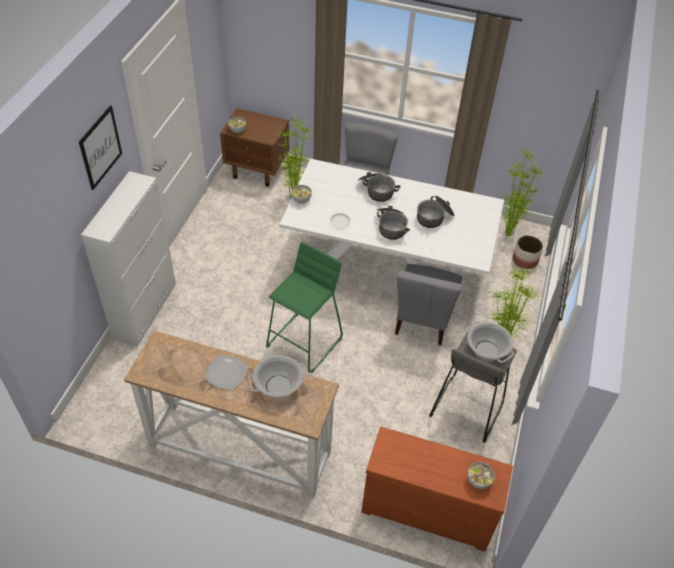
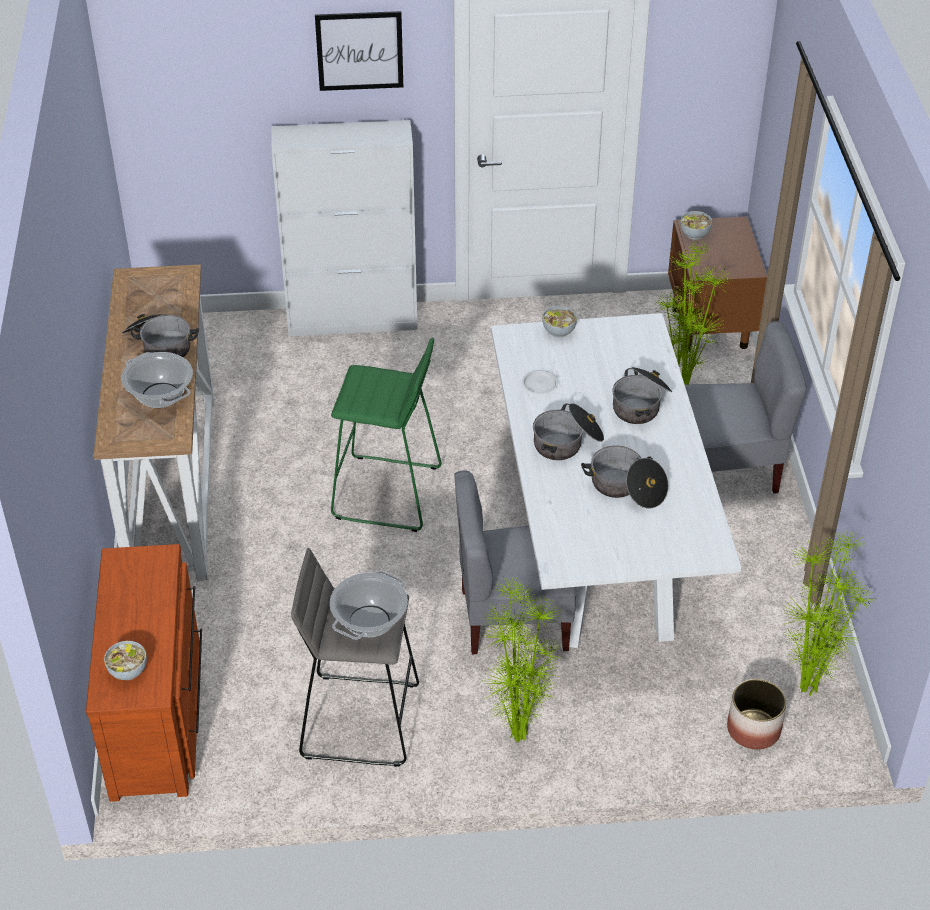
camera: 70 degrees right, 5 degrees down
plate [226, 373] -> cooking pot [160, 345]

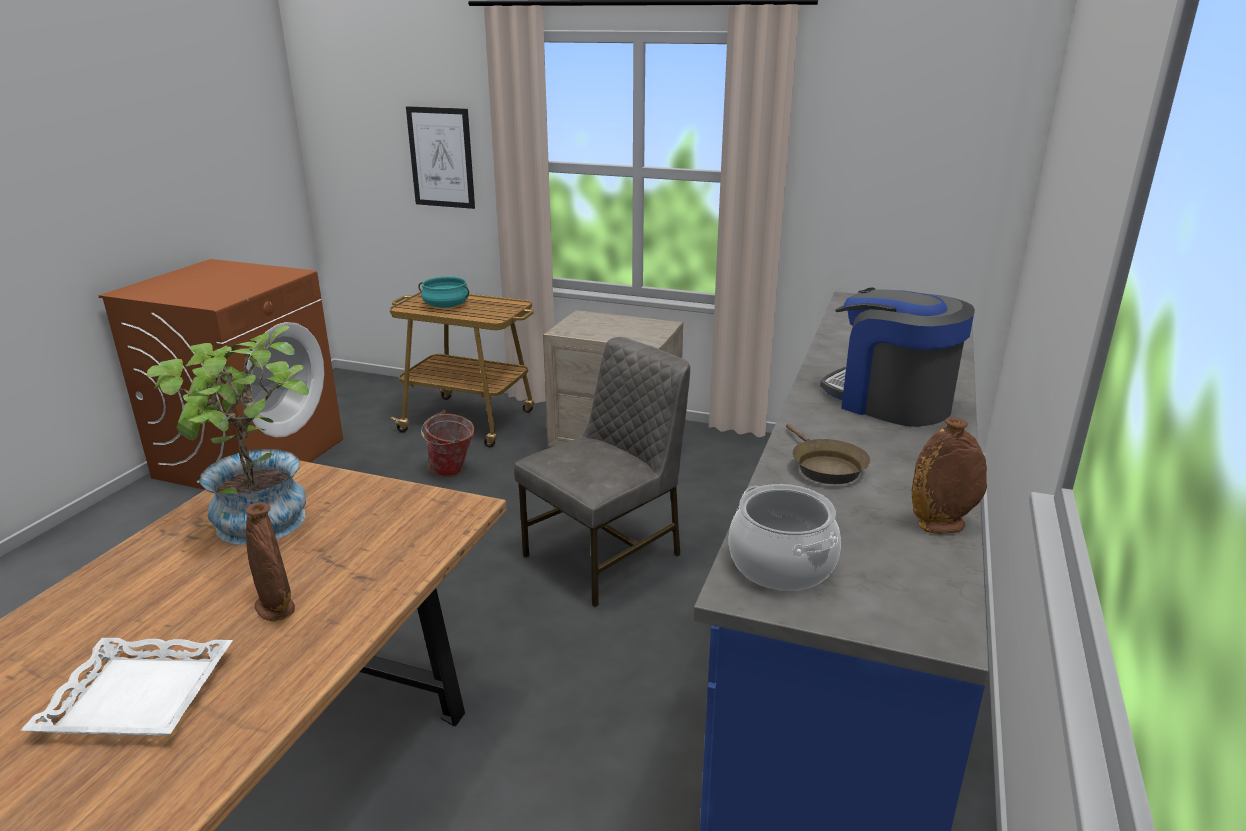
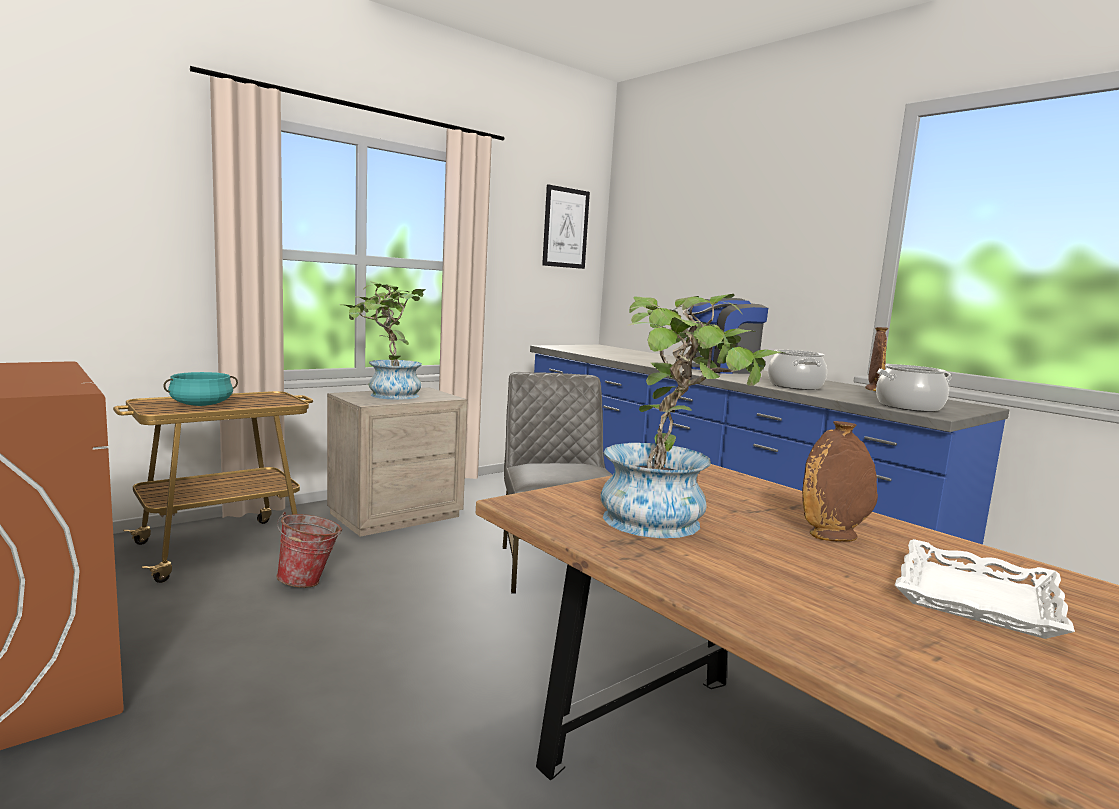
camera: 60 degrees left, 15 degrees down
wall art [441, 157] -> wall art [565, 228], moved
frying pan (brownish) [824, 467] -> cooking pot [795, 386]
none -> potted plant [387, 395]

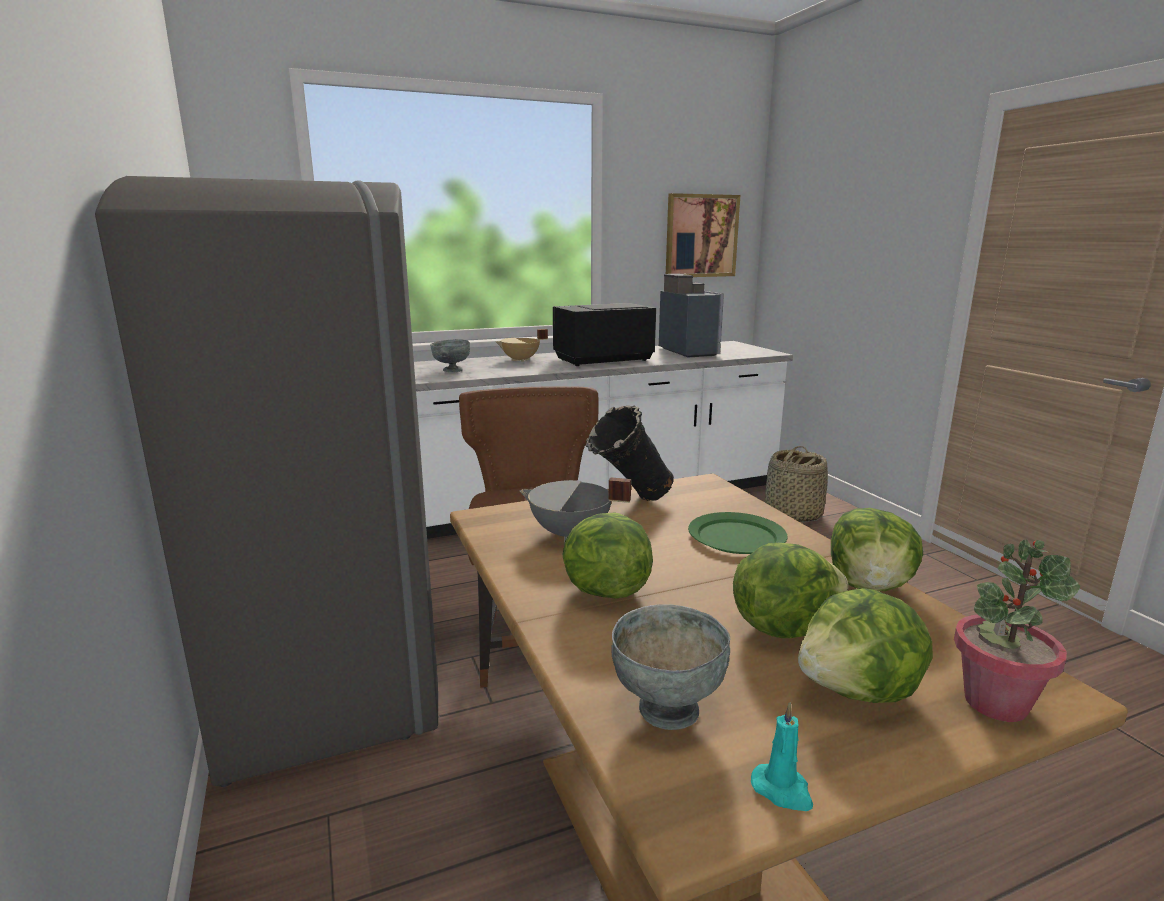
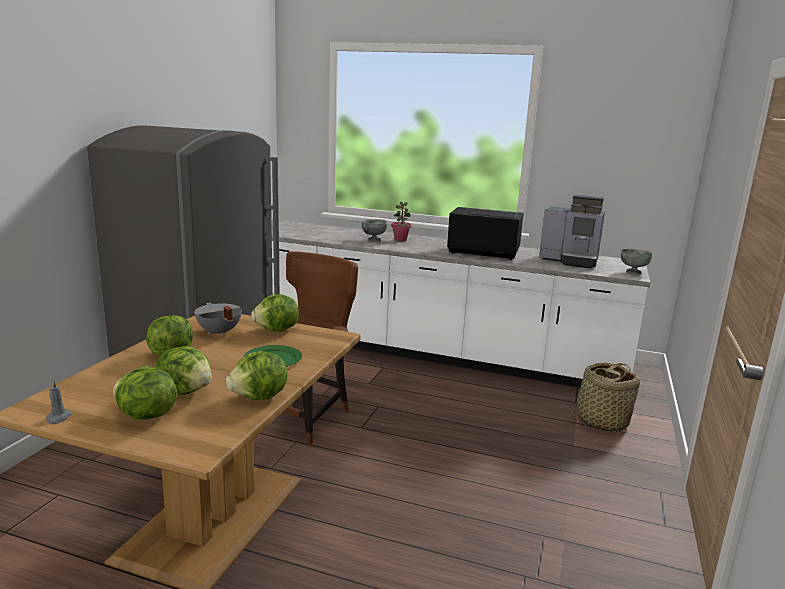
camera: 40 degrees right, 0 degrees up
wall art [701, 236] -> none
coffee brewer [690, 351] -> coffee brewer [571, 261], 90 degrees clockwise
cooking pot (sand-coloured) [521, 360] -> none
vase (blackish) [628, 503] -> lettuce [277, 330]
potted plant [995, 703] -> potted plant [400, 239], moved
deep dish (grey) [666, 709] -> deep dish (grey) [633, 272], moved
wax light (turquoise-coloured) [783, 790] -> wax light (grey) [58, 418]

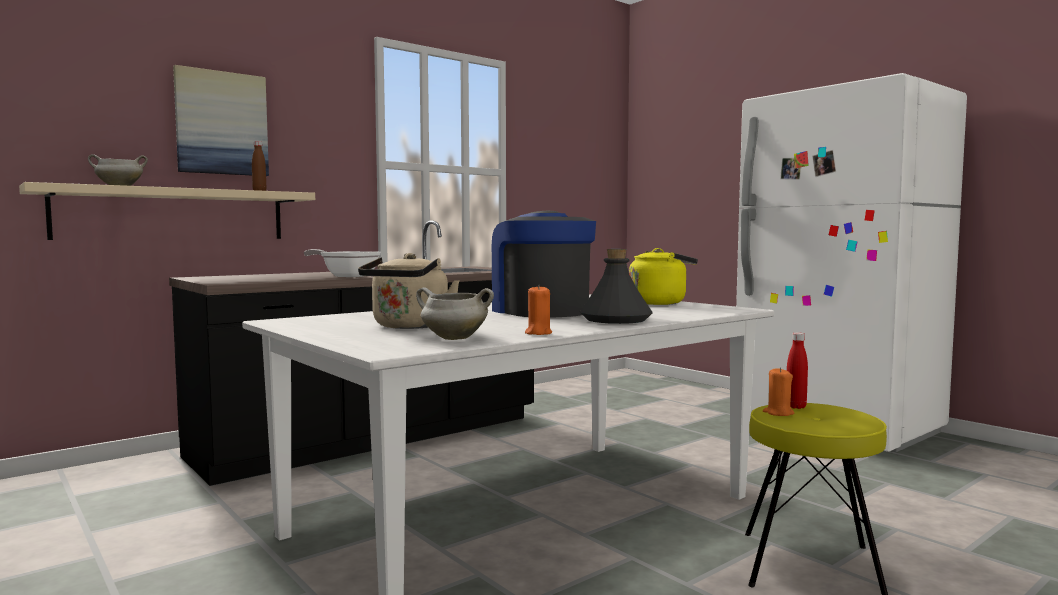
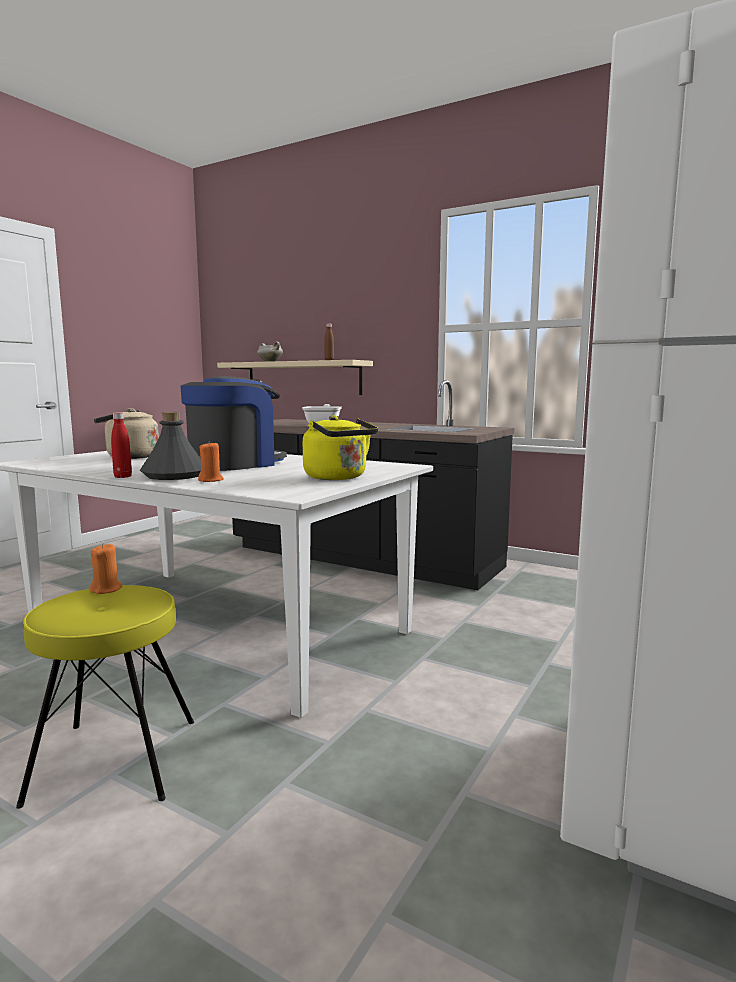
camera: 70 degrees right, 5 degrees up
wall art [221, 123] -> none
wax light (orange) [538, 333] -> wax light (orange) [211, 480], moved
cooking pot (whitish) [453, 339] -> none
beverage bottle (red-coloured) [795, 406] -> beverage bottle (red-coloured) [123, 477], moved

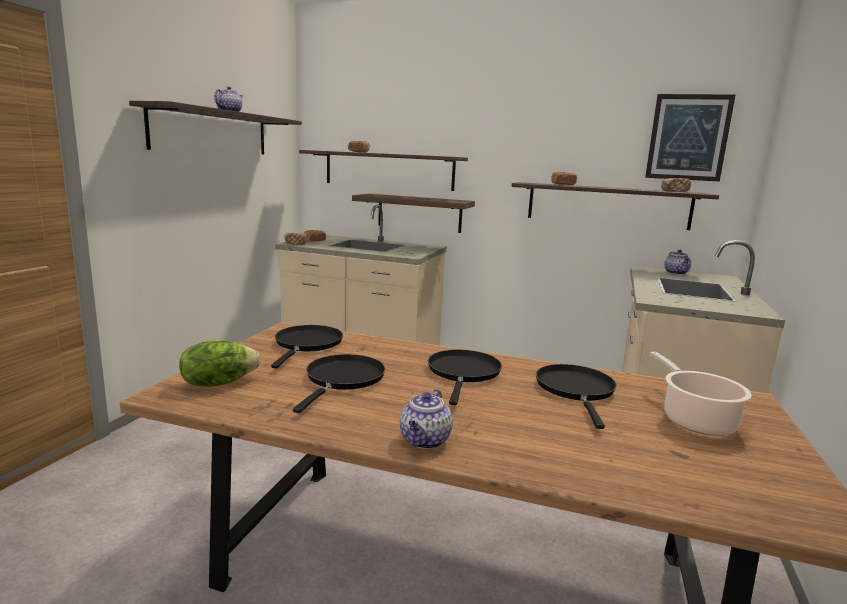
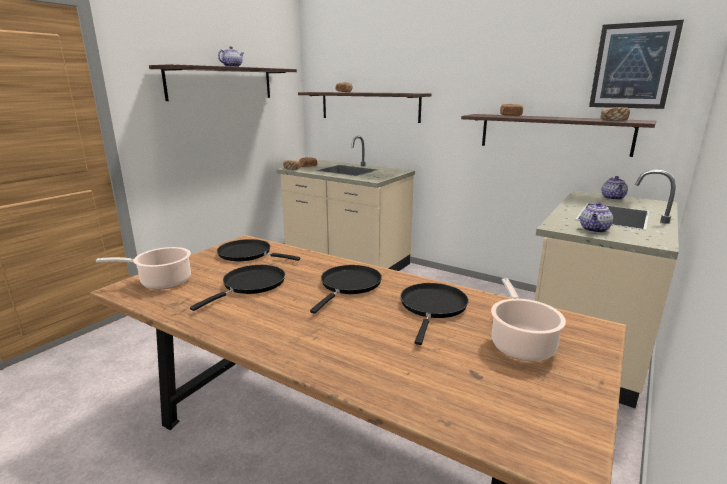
camera: 15 degrees right, 5 degrees up
bracket shelf [419, 213] -> none
frying pan (blackish) [307, 344] -> frying pan (blackish) [248, 254], 90 degrees counterclockwise
lettuce [218, 383] -> cooking pot [162, 282]
tea pot [425, 441] -> tea pot [594, 230], moved

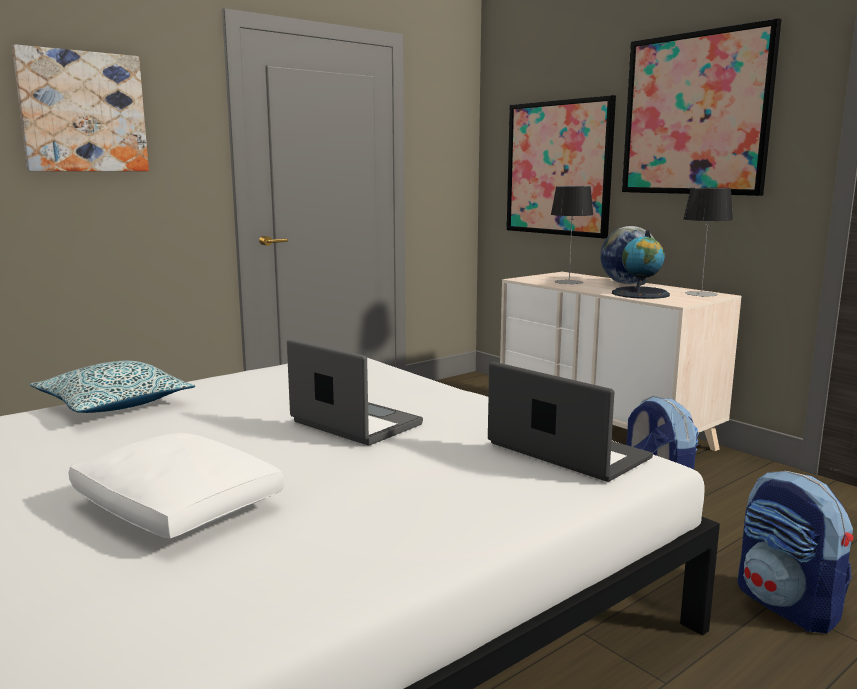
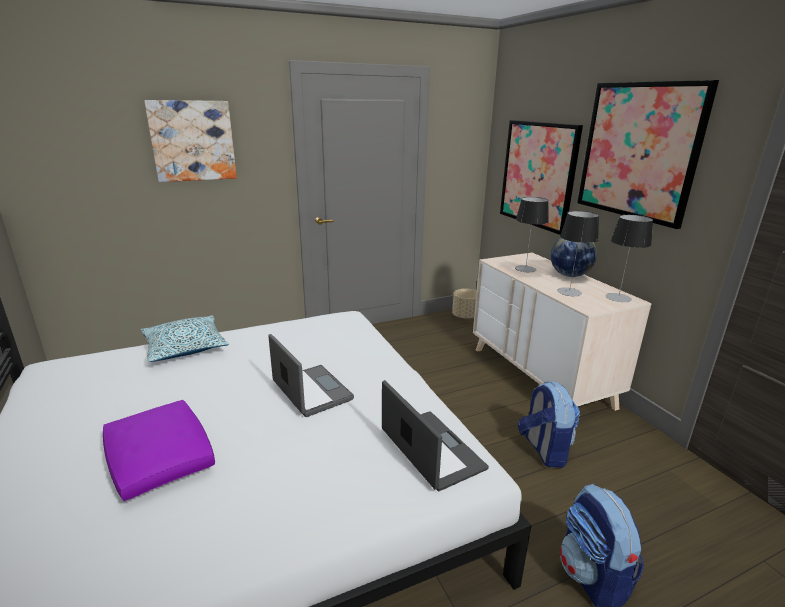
camera: 15 degrees right, 10 degrees up
desk globe [640, 294] -> table lamp [569, 292]
pillow (whitish) [176, 506] -> pillow (purplish) [160, 458]
none -> plant pot (sand-coloured) [465, 316]

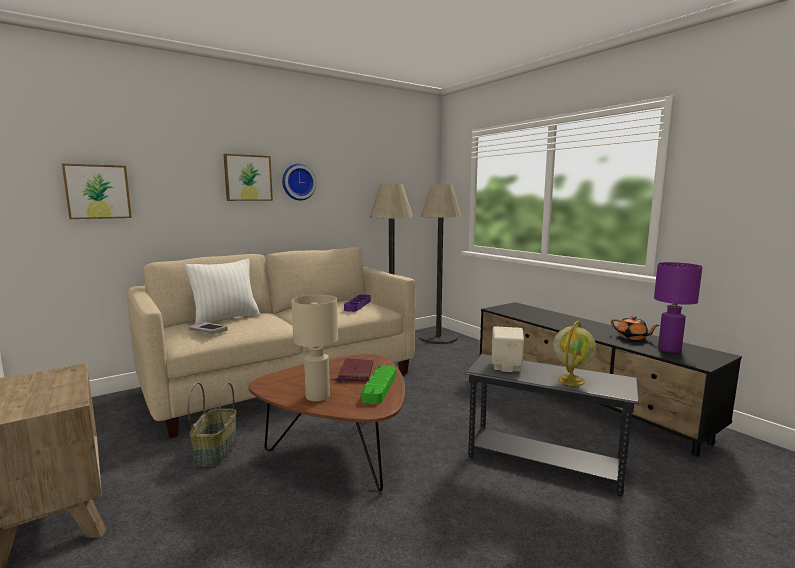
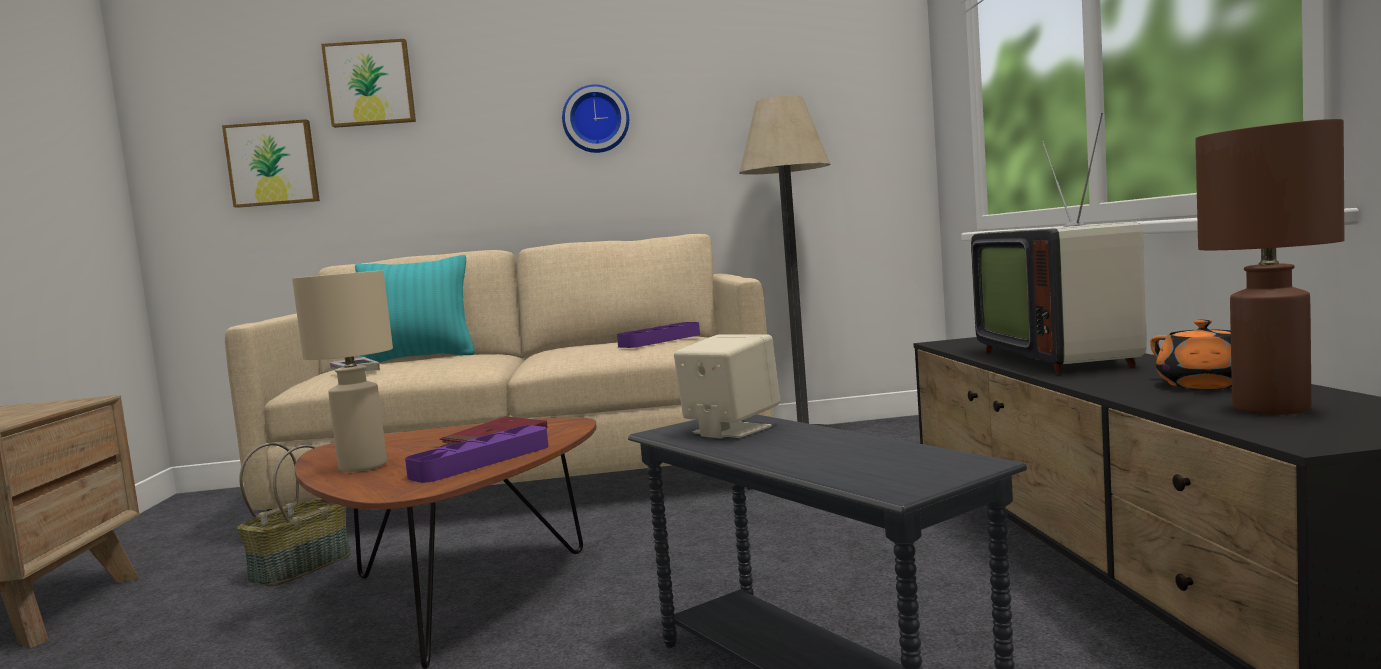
camera: 30 degrees right, 5 degrees down
wall art [248, 178] -> wall art [370, 84], moved
standard lamp [438, 337] -> none
pillow (whitish) [226, 319] -> pillow (turquoise-coloured) [420, 358]
table lamp (purplish) [669, 350] -> table lamp (brownish) [1268, 409]
desk globe [571, 380] -> none
tray (green) [380, 387] -> tray (purplish) [481, 461]
none -> TV [1061, 357]

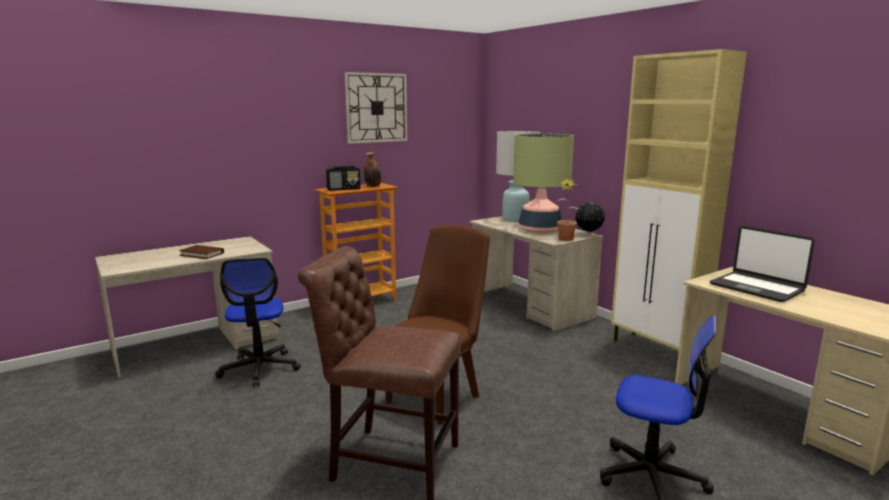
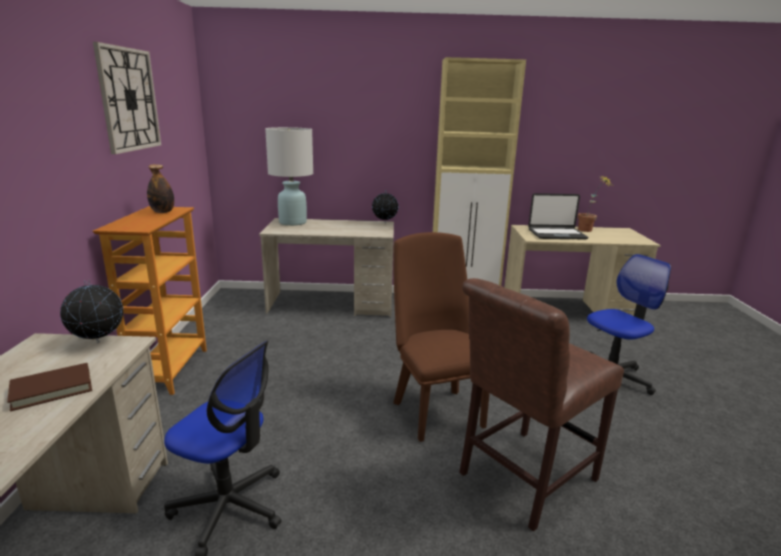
camera: 55 degrees left, 5 degrees up
table lamp [539, 230] -> none
radio set [344, 189] -> none
potted plant [565, 240] -> potted plant [588, 231], moved
none -> desk globe [99, 343]

